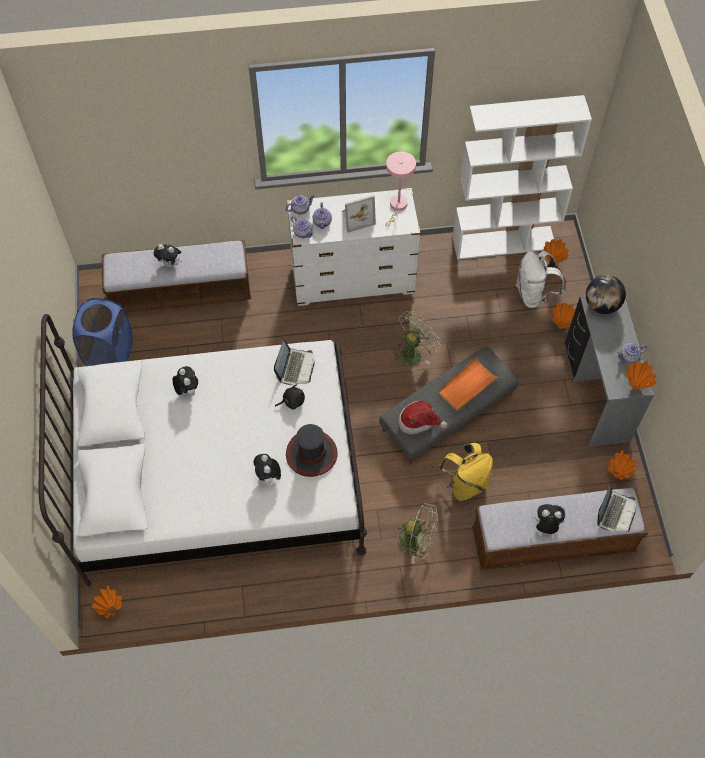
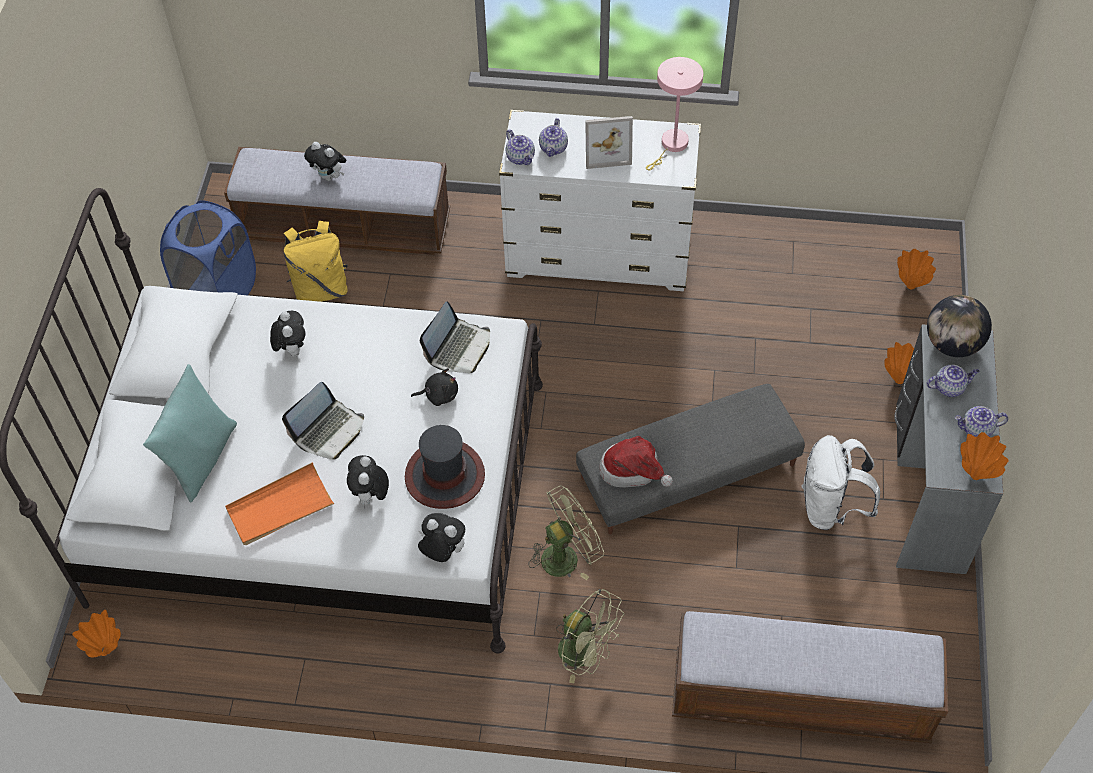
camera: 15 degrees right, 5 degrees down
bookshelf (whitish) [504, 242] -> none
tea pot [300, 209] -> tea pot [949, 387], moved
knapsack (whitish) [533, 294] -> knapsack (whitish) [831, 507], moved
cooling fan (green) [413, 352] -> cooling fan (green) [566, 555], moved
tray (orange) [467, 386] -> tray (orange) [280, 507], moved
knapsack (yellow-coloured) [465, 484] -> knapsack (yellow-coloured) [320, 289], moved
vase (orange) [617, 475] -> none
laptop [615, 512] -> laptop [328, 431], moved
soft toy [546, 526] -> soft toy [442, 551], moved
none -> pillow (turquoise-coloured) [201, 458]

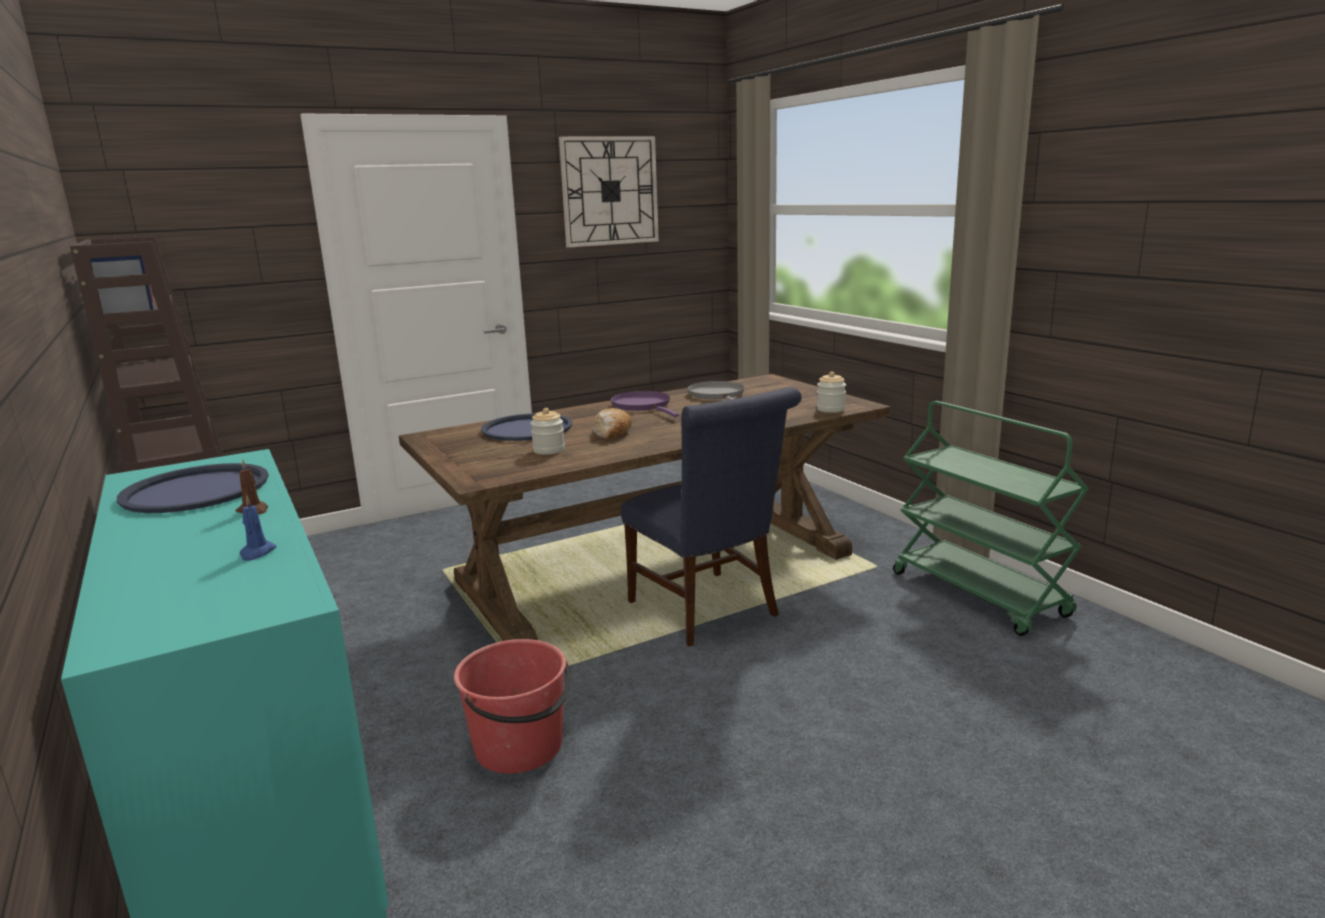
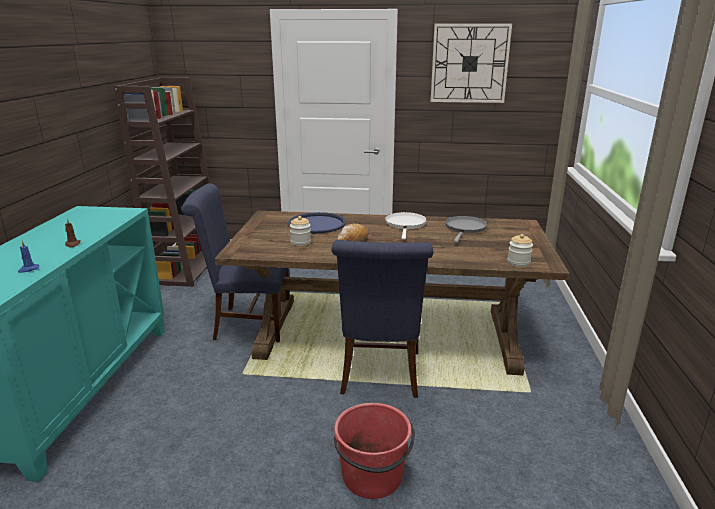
camera: 35 degrees right, 5 degrees up
frying pan (purplish) [643, 406] -> frying pan (whitish) [405, 224]
trolley (green) [980, 595] -> none
tray (blue-coloured) [196, 490] -> none
water bucket (red-coloured) [520, 747] -> water bucket (red-coloured) [372, 477], moved
none -> plain chair (blue-coloured) [247, 324]

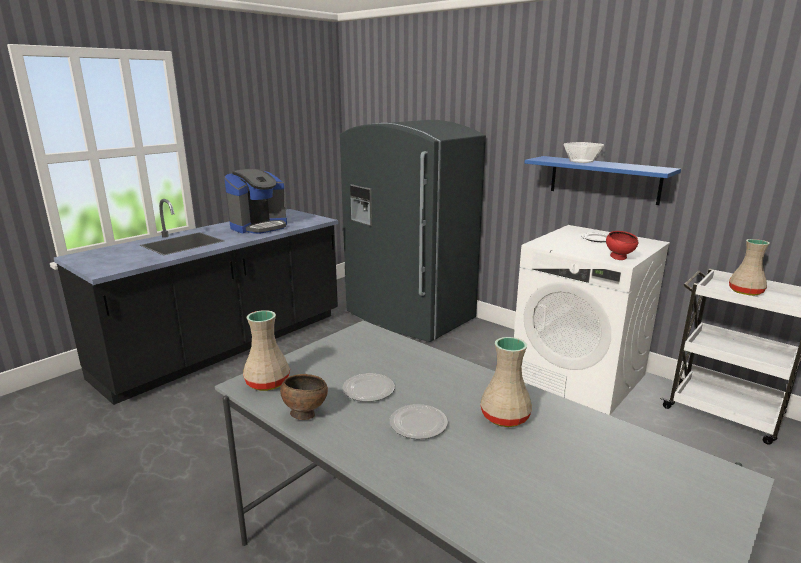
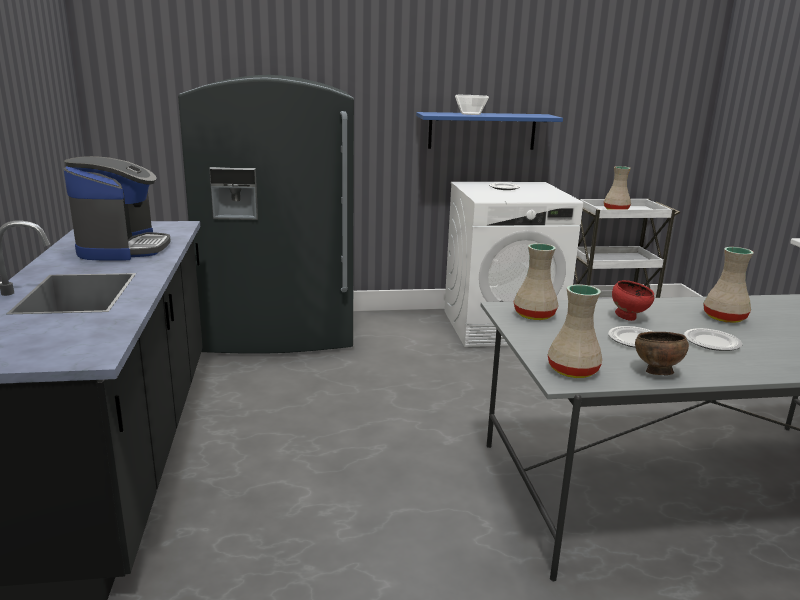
camera: 50 degrees left, 0 degrees up
deep dish (red-coloured) [619, 258] -> deep dish (red-coloured) [628, 318], moved
none -> vase (sand-coloured) [534, 315]

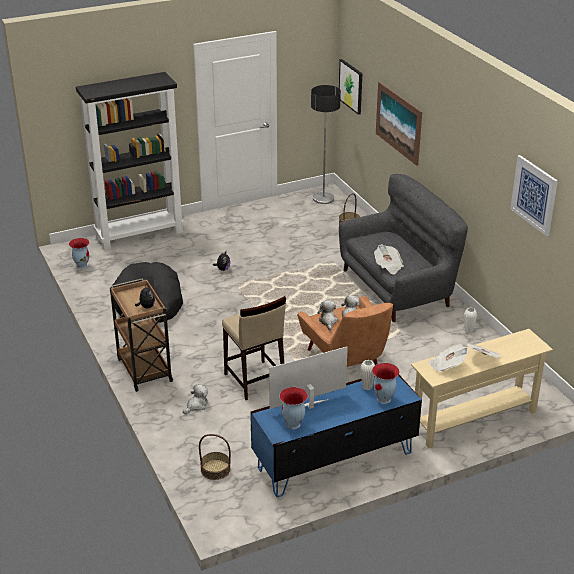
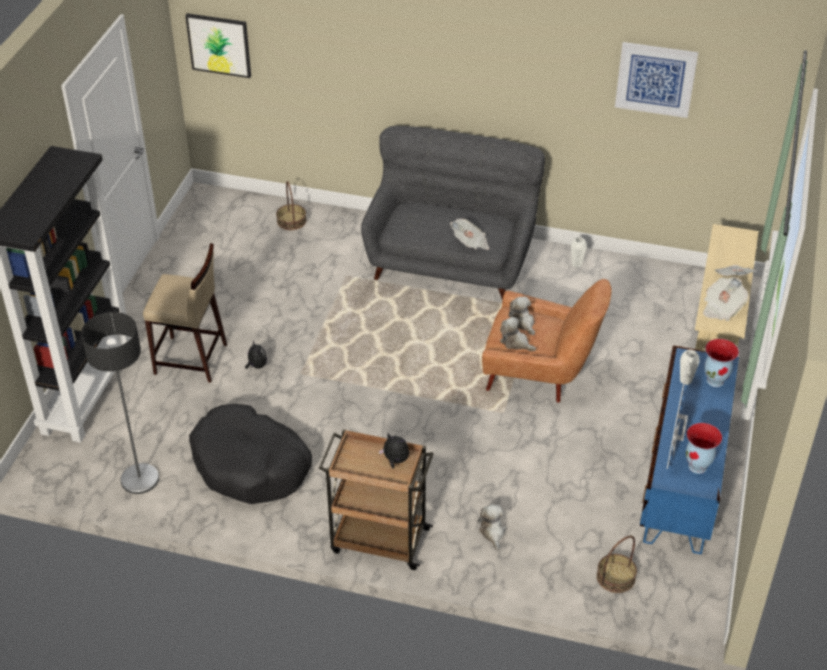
camera: 50 degrees left, 10 degrees up
wall art [398, 123] -> none
standard lamp [323, 198] -> standard lamp [140, 479], moved
vase [82, 265] -> none
stool (sand-coloured) [254, 380] -> stool (sand-coloured) [191, 360], moved

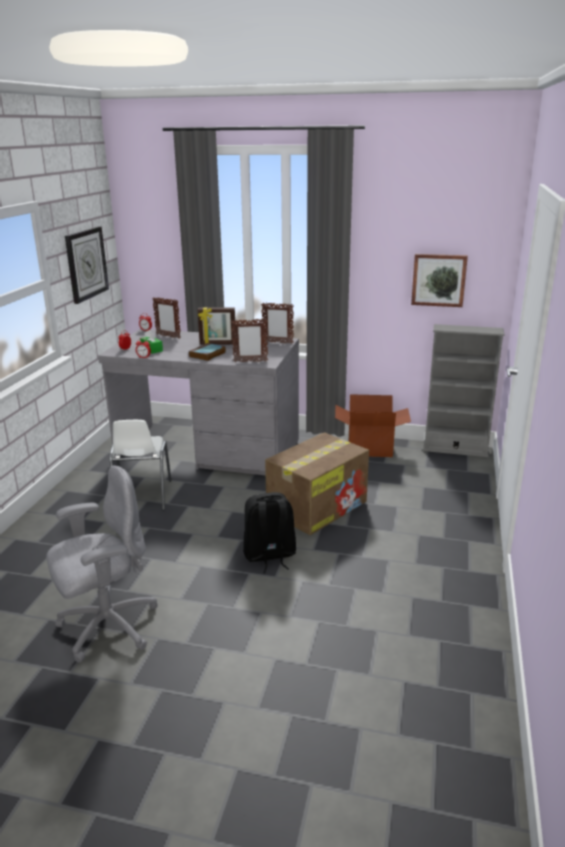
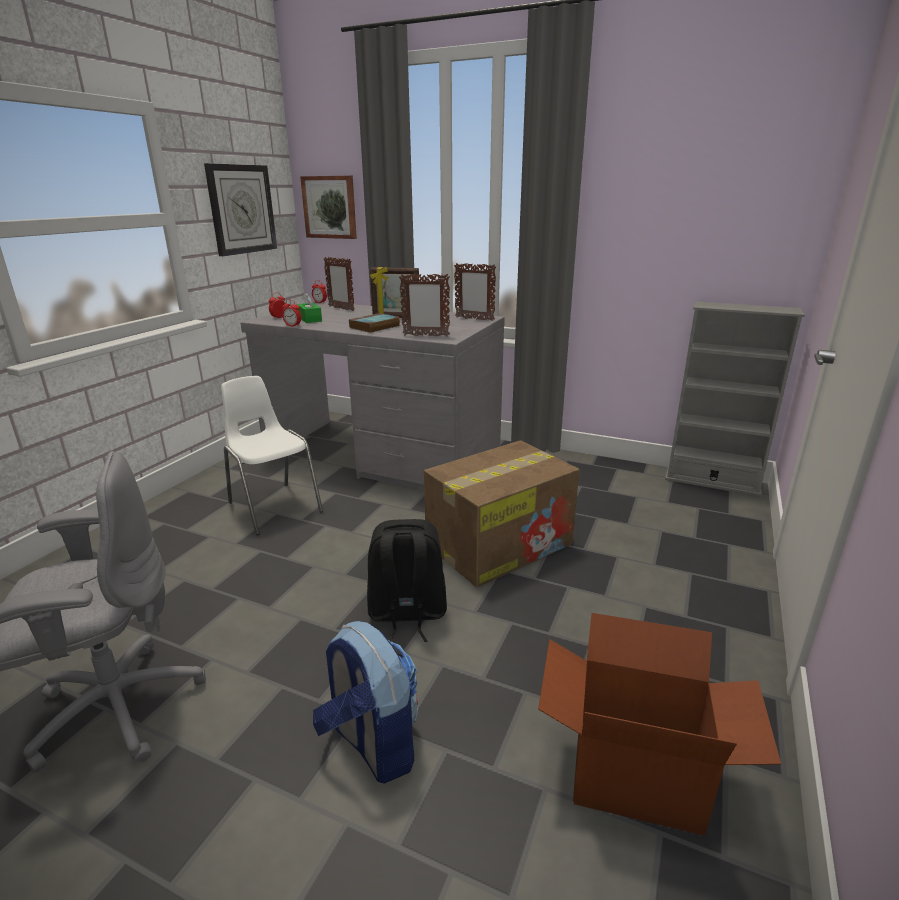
camera: 10 degrees right, 0 degrees up
wall art [438, 280] -> wall art [330, 207], moved
carton [370, 448] -> carton [636, 771], moved
plain chair (whitish) [142, 496] -> plain chair (whitish) [274, 507], 135 degrees clockwise
none -> knapsack [371, 744]

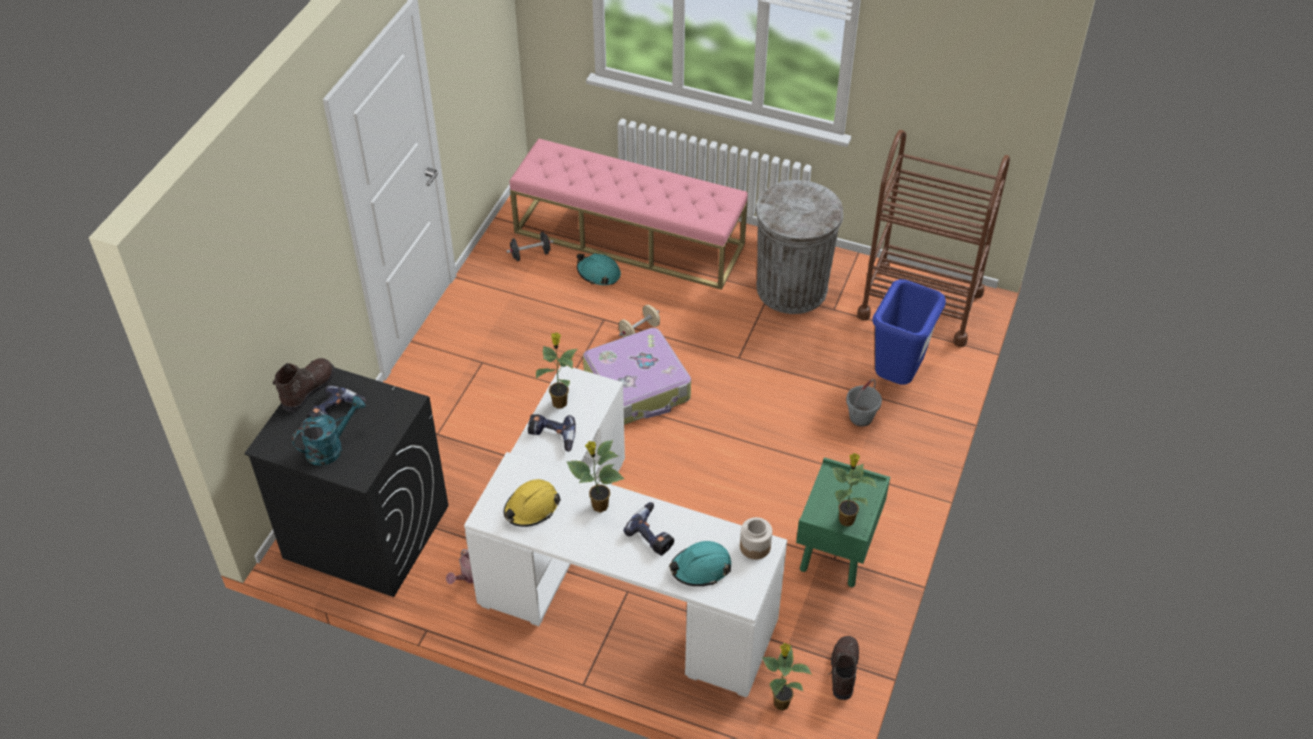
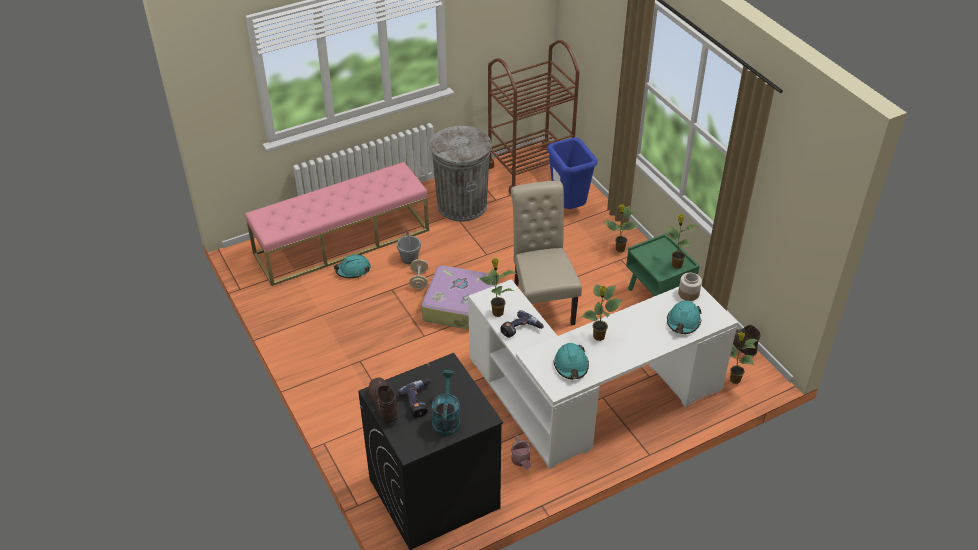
camera: 50 degrees left, 5 degrees down
hand weight (blackish) [530, 254] -> none
water bucket (grey) [861, 418] -> water bucket (grey) [410, 259], moved
hard hat (yellow-coloured) [531, 508] -> hard hat (turquoise-coloured) [571, 365]
drill [653, 533] -> none
none -> plain chair (sand-coloured) [541, 301]
none -> potted plant [619, 249]

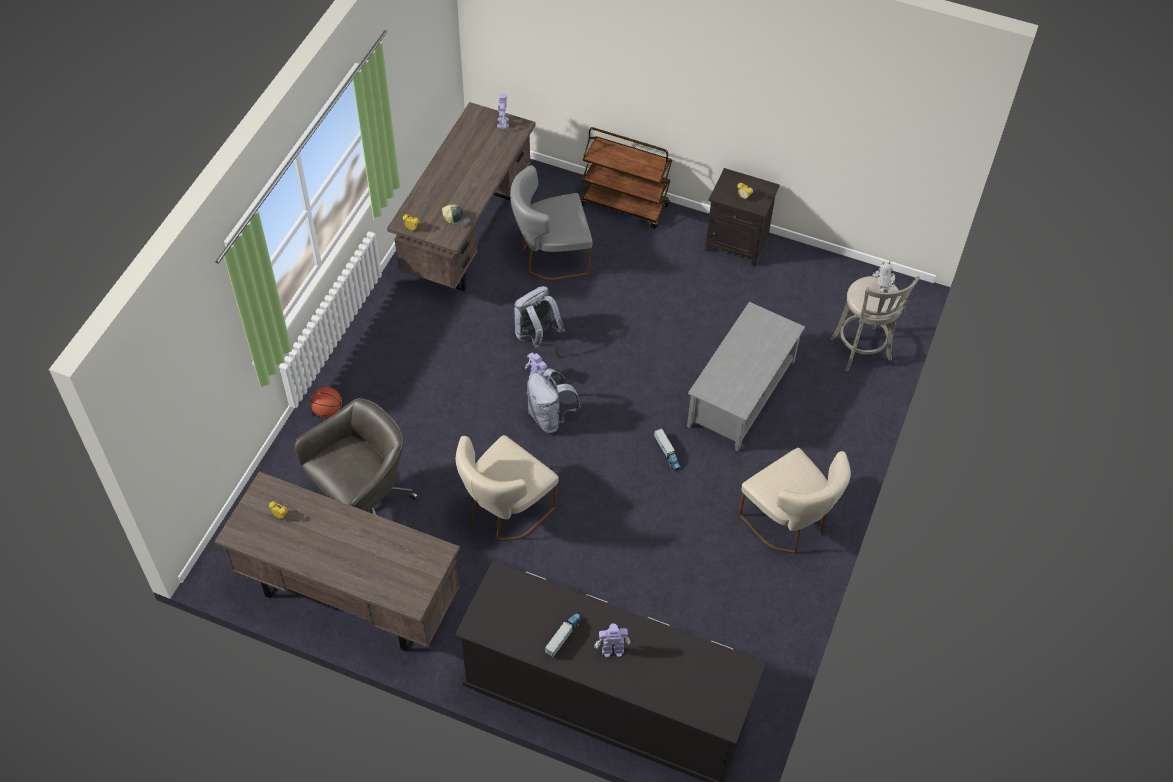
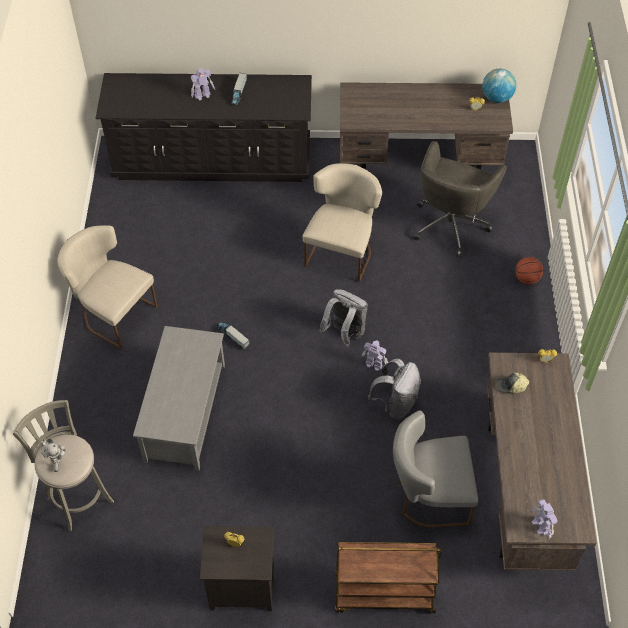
camera: 160 degrees right, 0 degrees up
plain chair (grey) [550, 256] -> plain chair (grey) [428, 496], 150 degrees counterclockwise
none -> desk globe [496, 98]

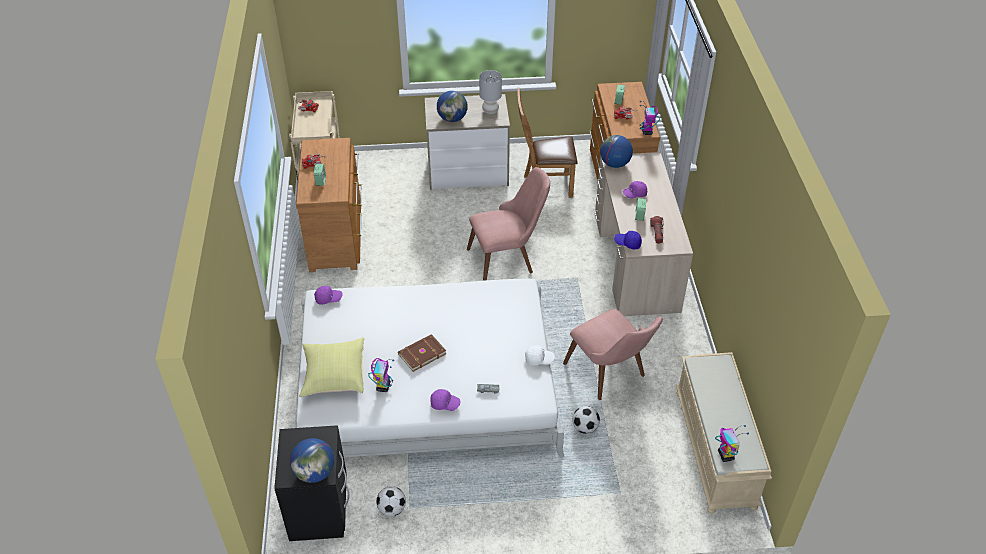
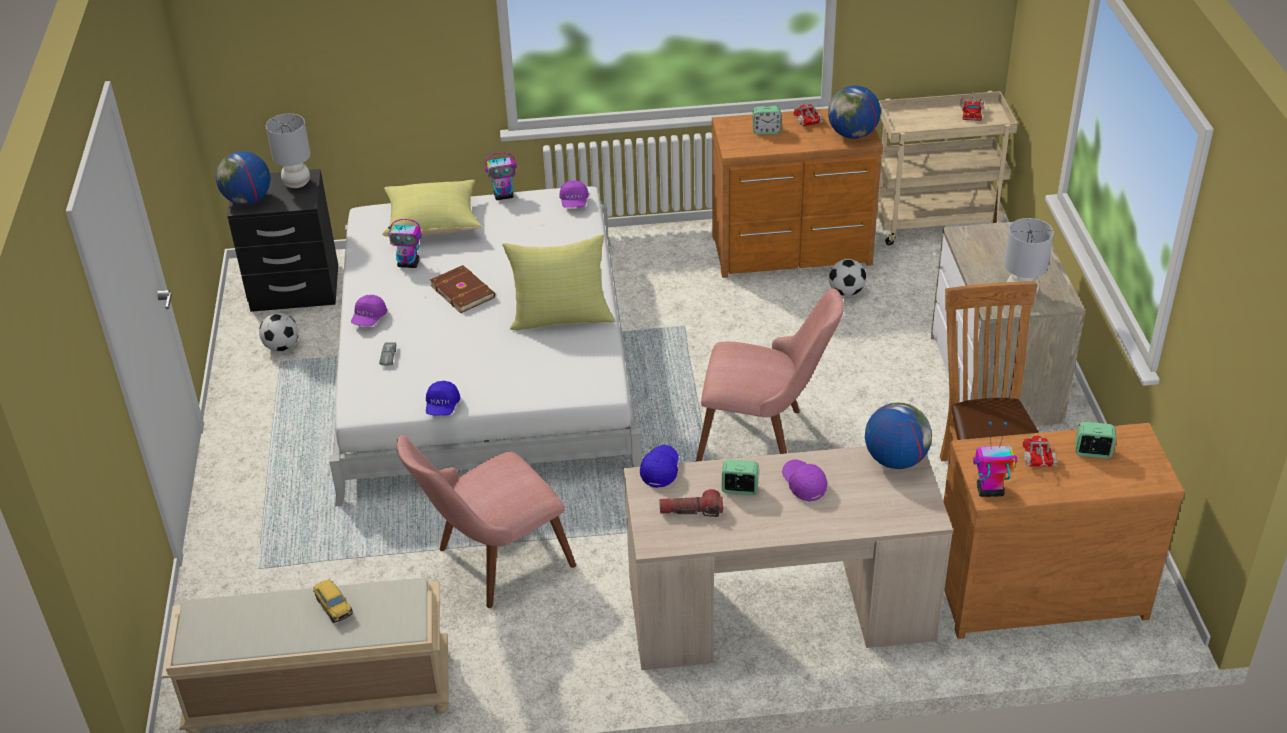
camera: 90 degrees right, 5 degrees down
desk globe [452, 119] -> desk globe [853, 134], moved
plain chair (pinkish) [508, 259] -> plain chair (pinkish) [765, 437], 60 degrees counterclockwise
cap (whitish) [539, 359] -> cap (blue-coloured) [442, 406]
football [585, 428] -> football [846, 292], moved
toy robot [725, 455] -> toy robot [504, 196], moved
none -> table lamp (grey) [296, 184]
none -> pillow (yellow-coloured) [561, 317]
none -> toy car [333, 606]

